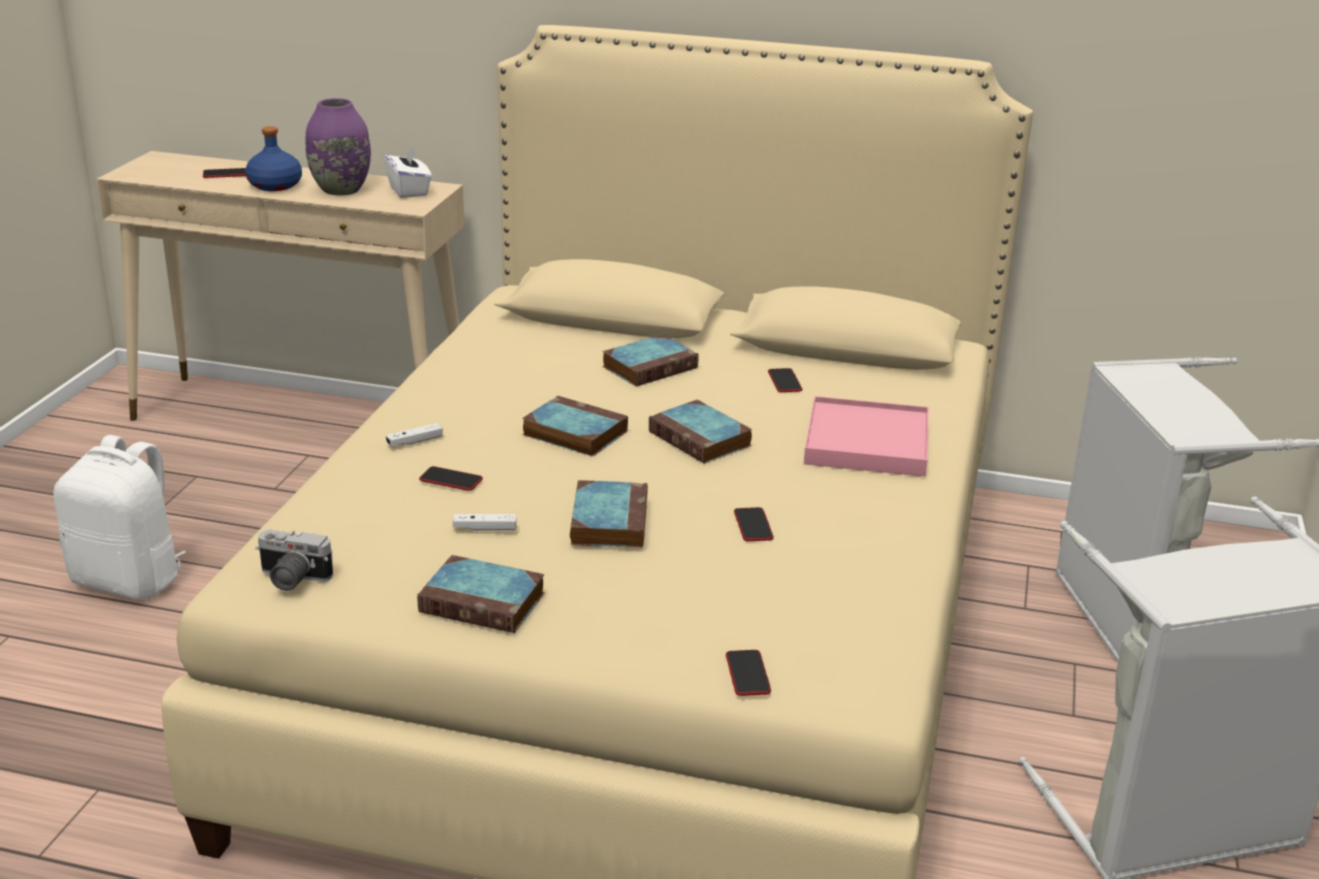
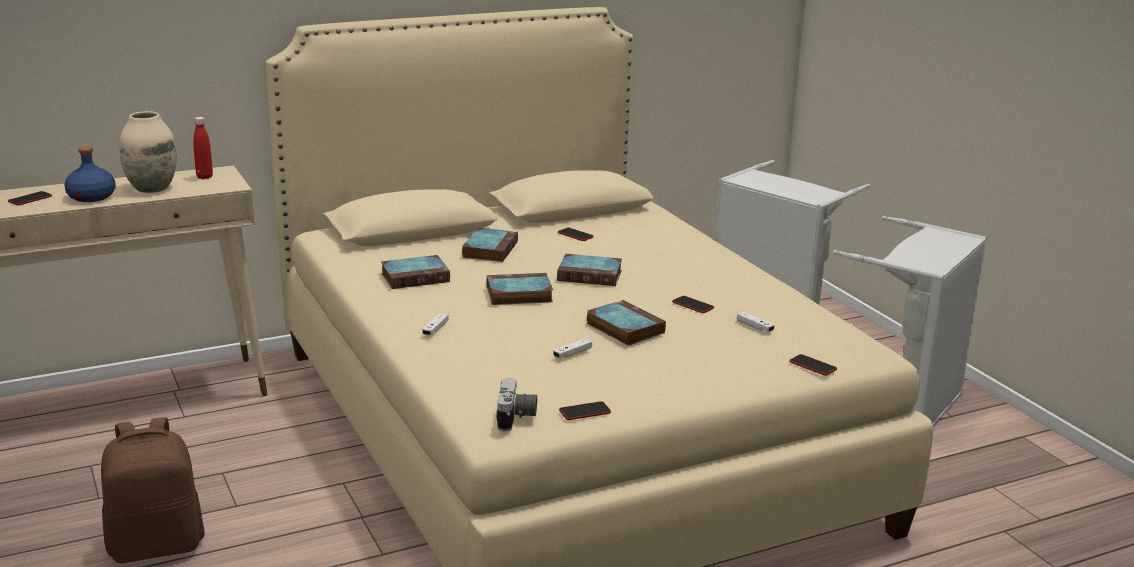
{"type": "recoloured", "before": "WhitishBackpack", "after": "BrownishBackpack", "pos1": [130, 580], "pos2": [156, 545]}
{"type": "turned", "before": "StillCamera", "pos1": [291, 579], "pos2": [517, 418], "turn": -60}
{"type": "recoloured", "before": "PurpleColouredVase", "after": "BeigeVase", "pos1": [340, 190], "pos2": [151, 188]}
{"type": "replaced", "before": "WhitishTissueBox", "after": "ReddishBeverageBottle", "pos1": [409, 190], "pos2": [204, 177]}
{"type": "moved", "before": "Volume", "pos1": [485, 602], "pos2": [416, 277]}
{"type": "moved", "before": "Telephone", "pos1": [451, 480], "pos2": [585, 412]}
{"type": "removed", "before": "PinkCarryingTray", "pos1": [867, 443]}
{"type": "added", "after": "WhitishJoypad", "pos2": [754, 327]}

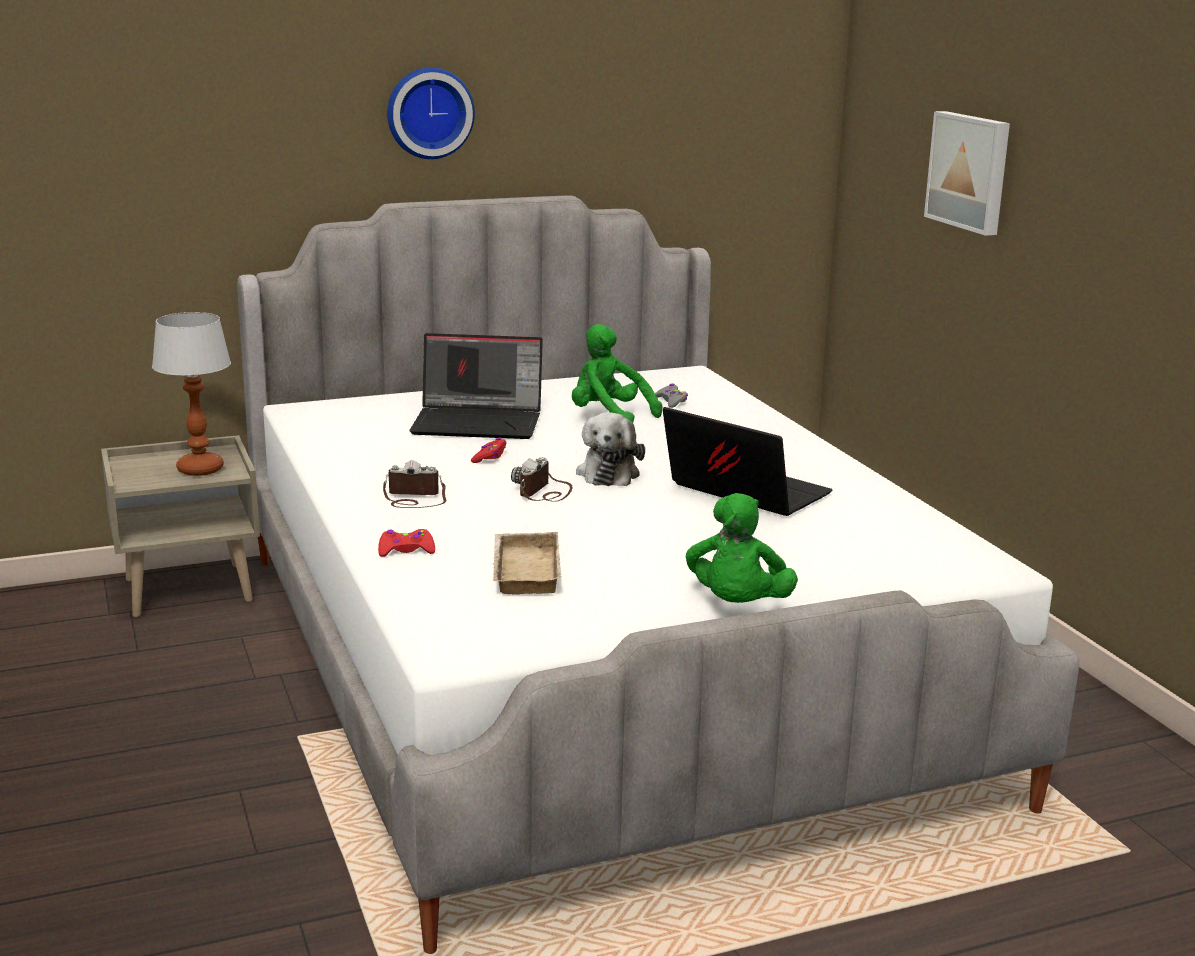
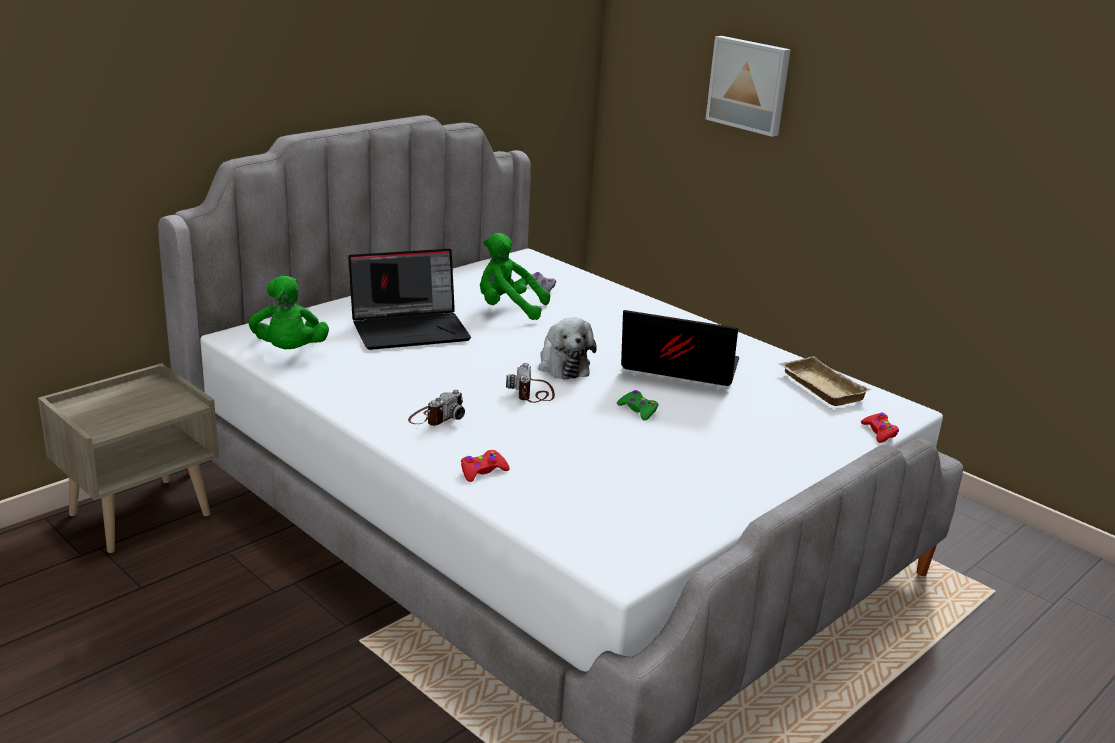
{"type": "removed", "before": "LampForATable", "pos1": [199, 469]}
{"type": "turned", "before": "StillCamera", "pos1": [414, 499], "pos2": [436, 417], "turn": 150}
{"type": "removed", "before": "HangingClock", "pos1": [429, 112]}
{"type": "moved", "before": "ReddishJoypad", "pos1": [489, 457], "pos2": [879, 432]}
{"type": "moved", "before": "BeigeCarryingTray", "pos1": [523, 570], "pos2": [819, 387]}
{"type": "moved", "before": "GreenishSoftToy", "pos1": [737, 606], "pos2": [289, 352]}
{"type": "added", "after": "GreenishJoypad", "pos2": [638, 410]}

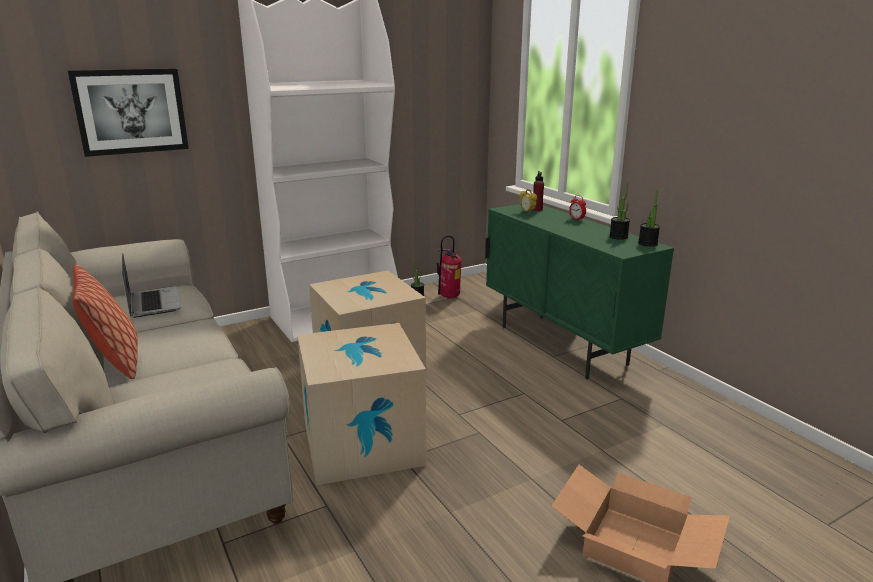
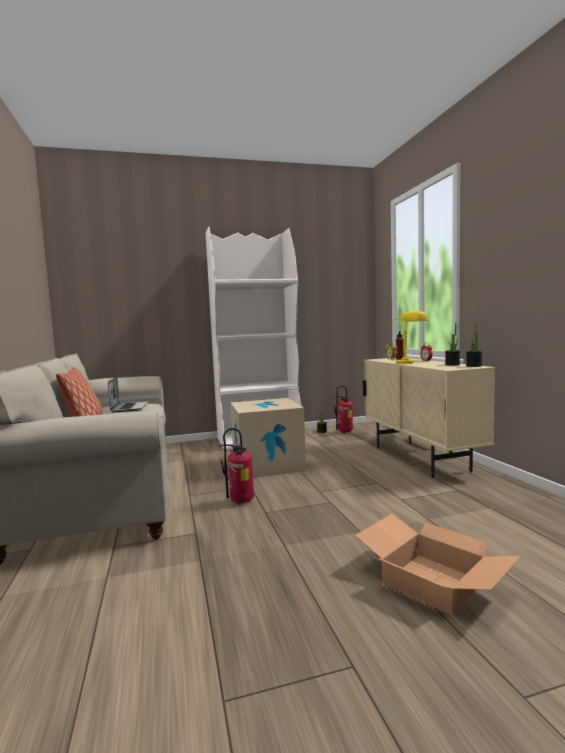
{"type": "removed", "before": "Picture", "pos1": [131, 111]}
{"type": "replaced", "before": "Carton", "after": "FireFightingCylinder", "pos1": [362, 443], "pos2": [241, 502]}
{"type": "recoloured", "before": "GreenishCupboard", "after": "BeigeCupboard", "pos1": [562, 345], "pos2": [420, 459]}
{"type": "added", "after": "YellowLampForATable", "pos2": [410, 362]}

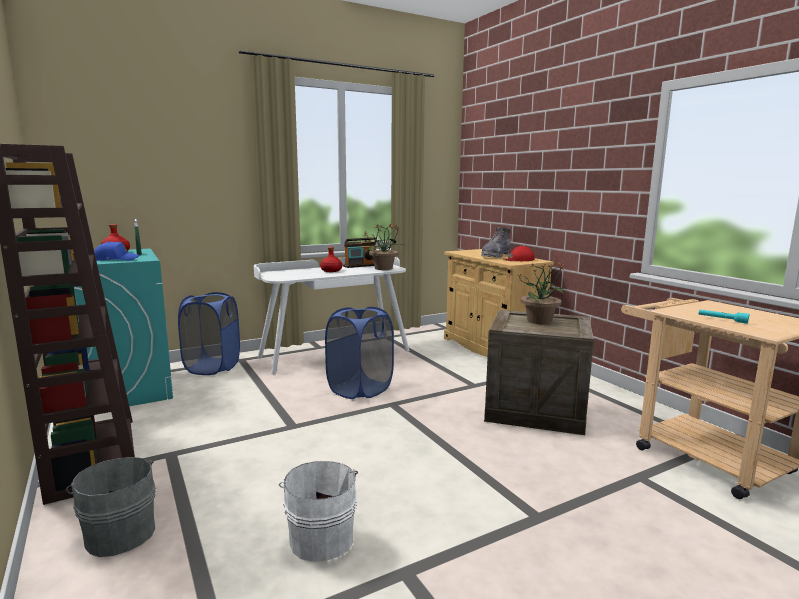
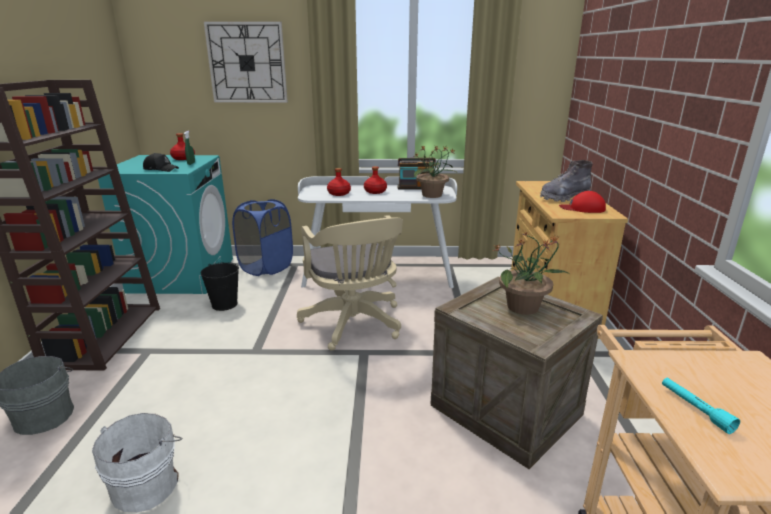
{"type": "recoloured", "before": "BluishCap", "after": "BlackColouredCap", "pos1": [115, 259], "pos2": [161, 169]}
{"type": "replaced", "before": "BluishWashingBasket", "after": "BeigeDeskChair", "pos1": [360, 389], "pos2": [354, 325]}
{"type": "added", "after": "BlackColouredWaterBucket", "pos2": [224, 304]}
{"type": "added", "after": "HangingClock", "pos2": [247, 63]}
{"type": "added", "after": "ReddishBeverageBottle", "pos2": [339, 193]}

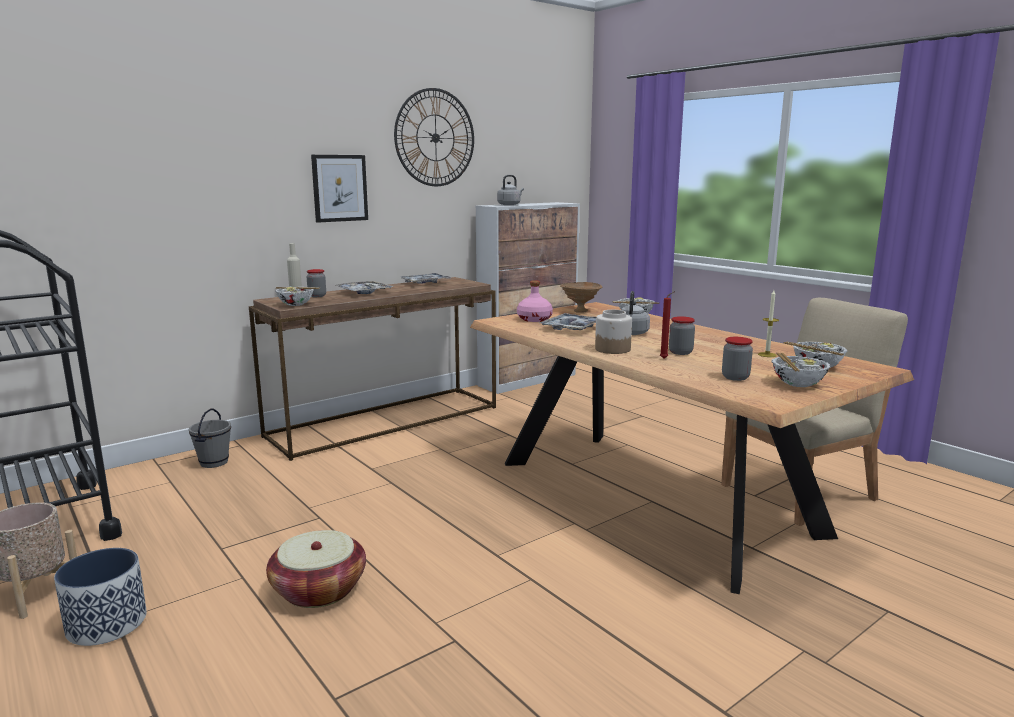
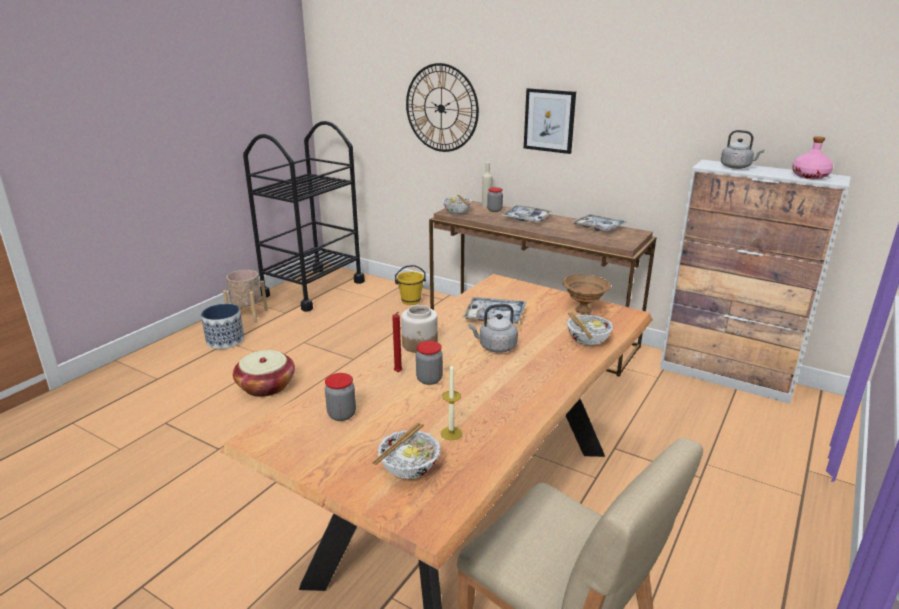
{"type": "recoloured", "before": "GreyishWaterBucket", "after": "YellowWaterBucket", "pos1": [213, 462], "pos2": [411, 301]}
{"type": "moved", "before": "HangingClock", "pos1": [435, 138], "pos2": [441, 108]}
{"type": "moved", "before": "PinkBeverageBottle", "pos1": [535, 319], "pos2": [810, 176]}
{"type": "removed", "before": "Bowl", "pos1": [797, 384]}

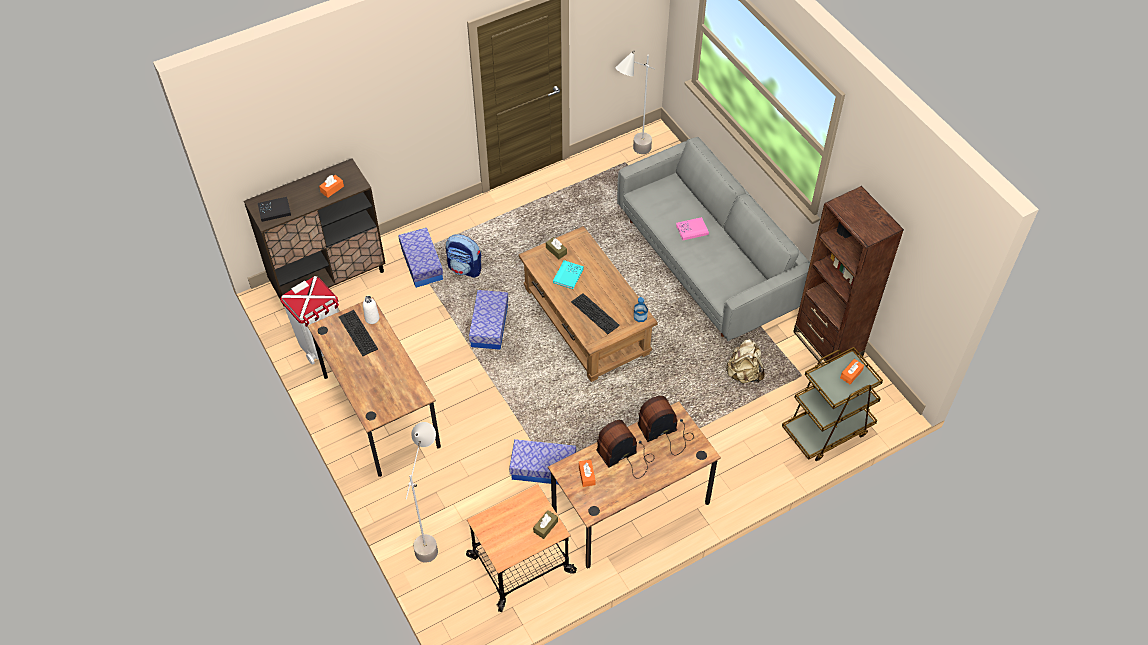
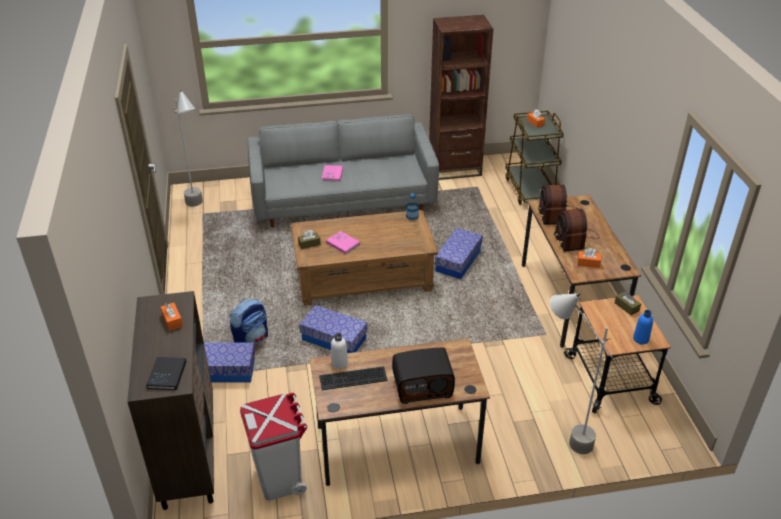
{"type": "moved", "before": "StorageContainer", "pos1": [543, 468], "pos2": [458, 261]}
{"type": "recoloured", "before": "TurquoiseVolume", "after": "PinkVolume", "pos1": [568, 275], "pos2": [343, 243]}
{"type": "removed", "before": "ComputerKeyboard", "pos1": [596, 313]}
{"type": "removed", "before": "BeigeBackpack", "pos1": [744, 373]}
{"type": "added", "after": "RadioReceiver", "pos2": [422, 386]}
{"type": "added", "after": "BluishBeverageBottle", "pos2": [640, 339]}

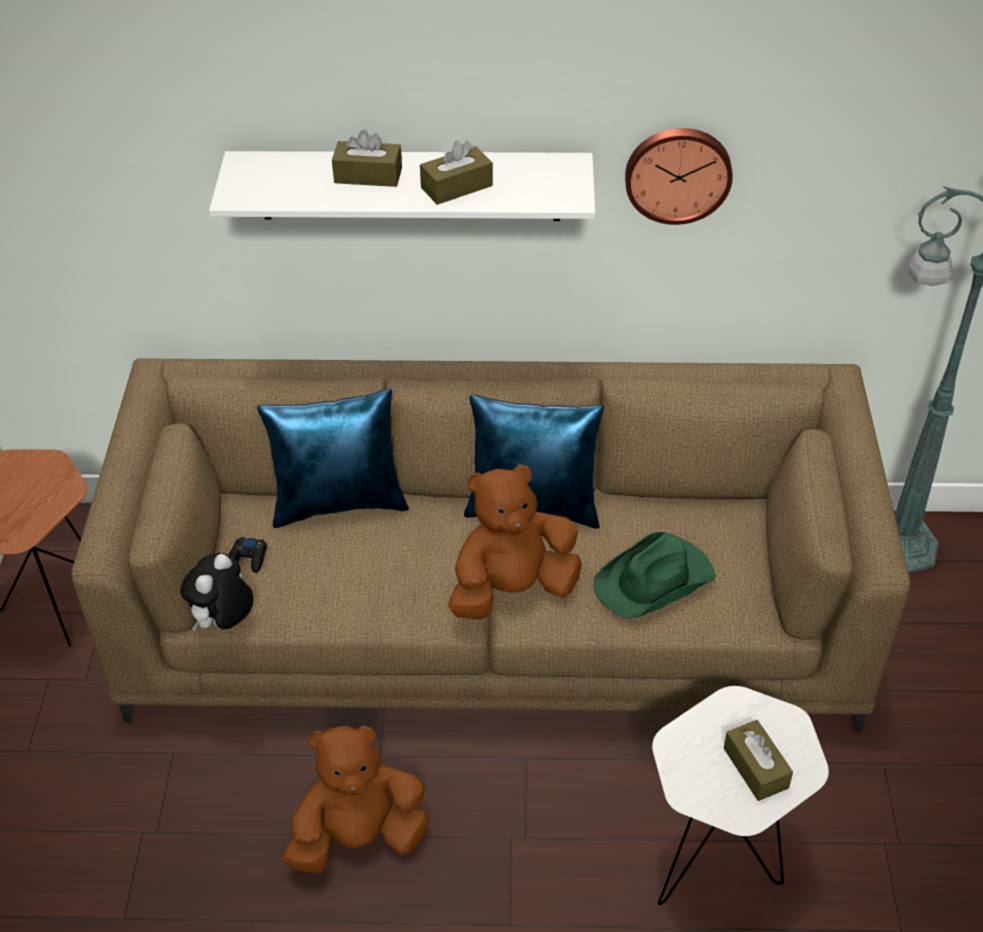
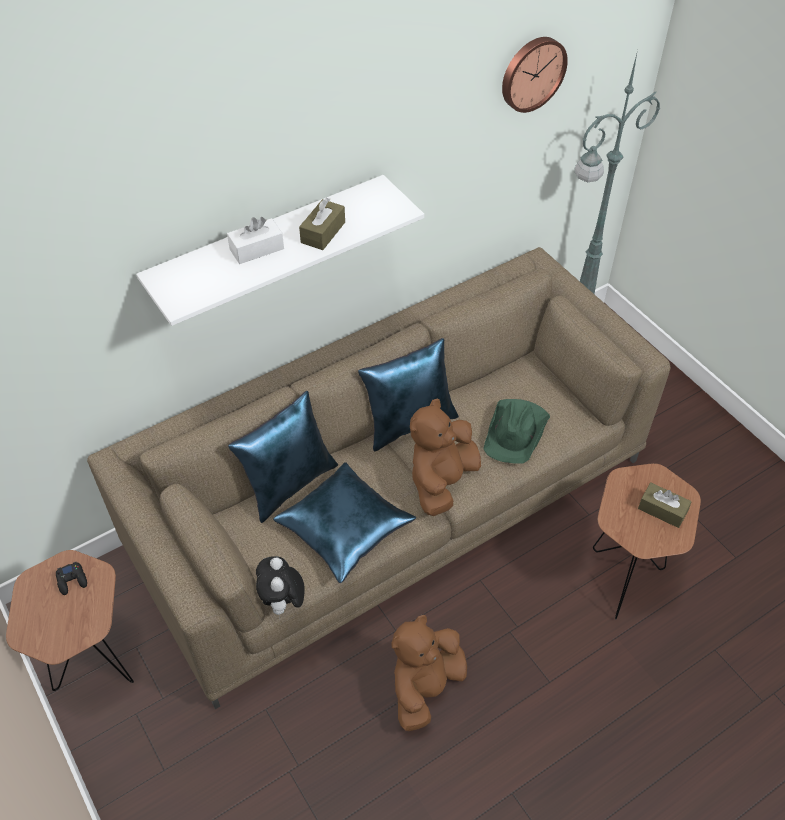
{"type": "moved", "before": "BlackColouredJoypad", "pos1": [248, 558], "pos2": [72, 580]}
{"type": "recoloured", "before": "BrownishTissueBox", "after": "WhitishTissueBox", "pos1": [368, 175], "pos2": [256, 249]}
{"type": "moved", "before": "HangingClock", "pos1": [678, 173], "pos2": [532, 73]}
{"type": "recoloured", "before": "WhitishAccentTable", "after": "BrownishAccentTable", "pos1": [718, 861], "pos2": [624, 576]}
{"type": "added", "after": "BluishCushion", "pos2": [345, 527]}

